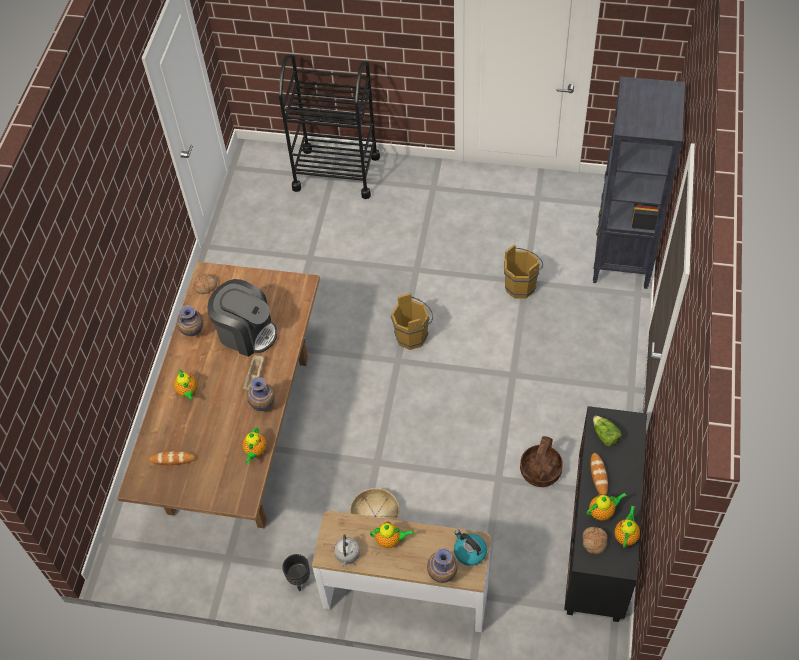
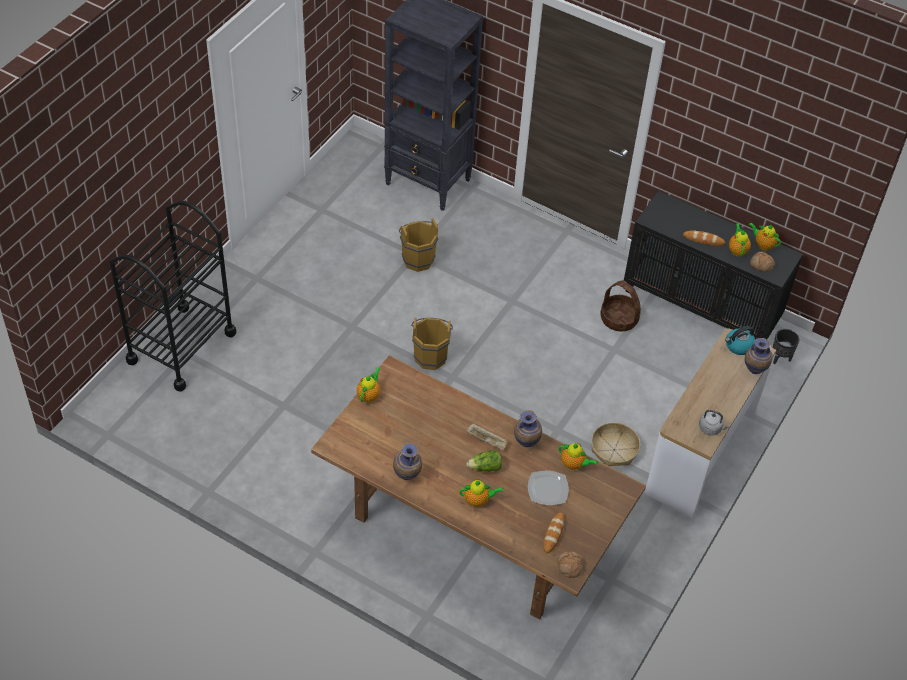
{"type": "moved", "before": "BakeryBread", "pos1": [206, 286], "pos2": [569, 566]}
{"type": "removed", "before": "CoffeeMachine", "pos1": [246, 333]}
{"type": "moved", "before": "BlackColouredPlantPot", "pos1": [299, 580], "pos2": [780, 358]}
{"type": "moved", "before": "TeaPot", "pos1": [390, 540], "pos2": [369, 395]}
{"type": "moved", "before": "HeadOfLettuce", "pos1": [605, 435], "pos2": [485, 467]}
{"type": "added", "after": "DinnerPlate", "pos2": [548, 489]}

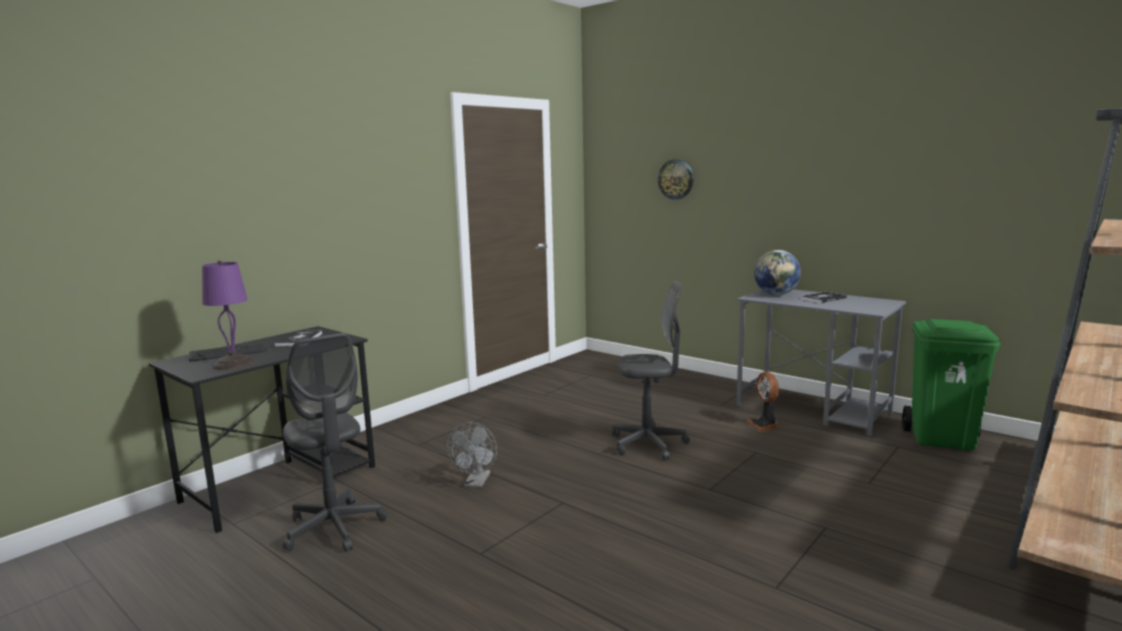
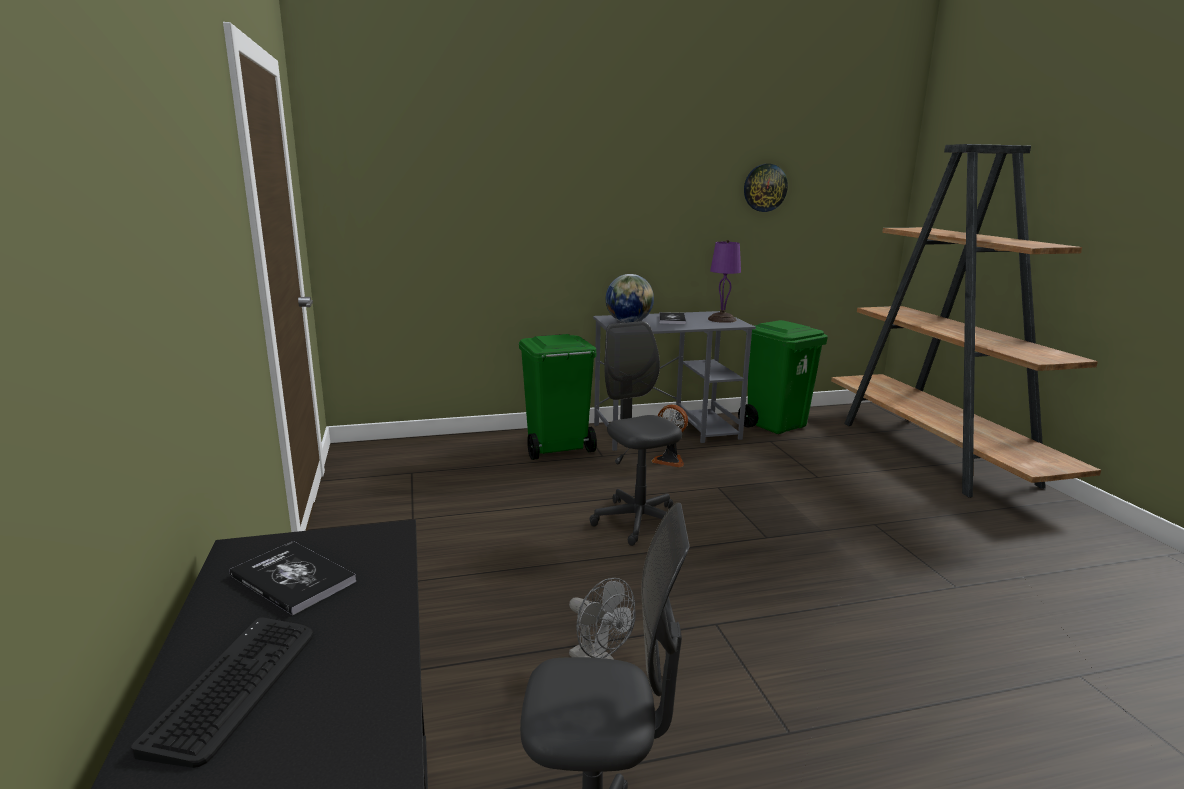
{"type": "moved", "before": "PurpleColouredLampForATable", "pos1": [233, 364], "pos2": [722, 319]}
{"type": "turned", "before": "GreyishDeskChair", "pos1": [648, 444], "pos2": [637, 521], "turn": -60}
{"type": "moved", "before": "HangingClock", "pos1": [676, 179], "pos2": [765, 187]}
{"type": "added", "after": "GreenishWasteBin", "pos2": [556, 449]}

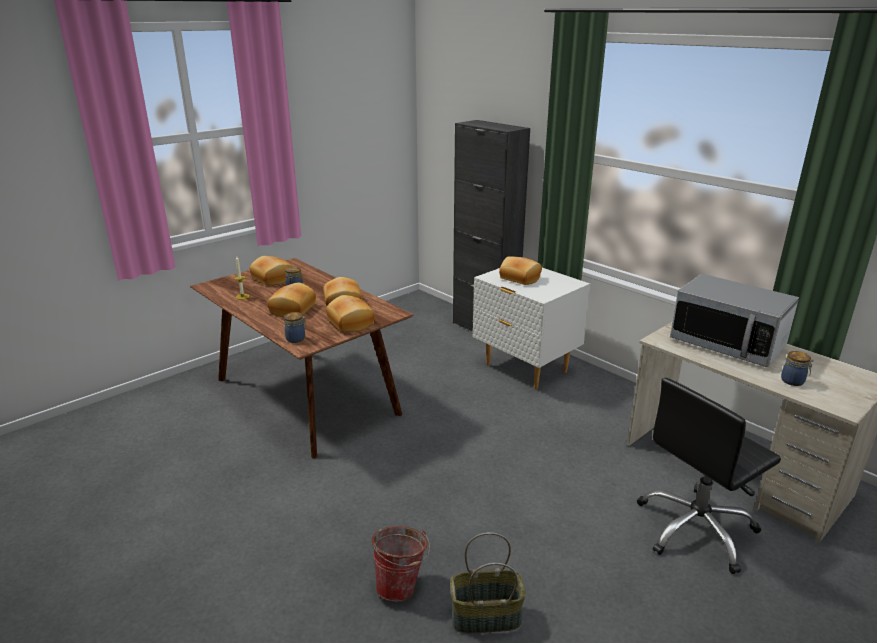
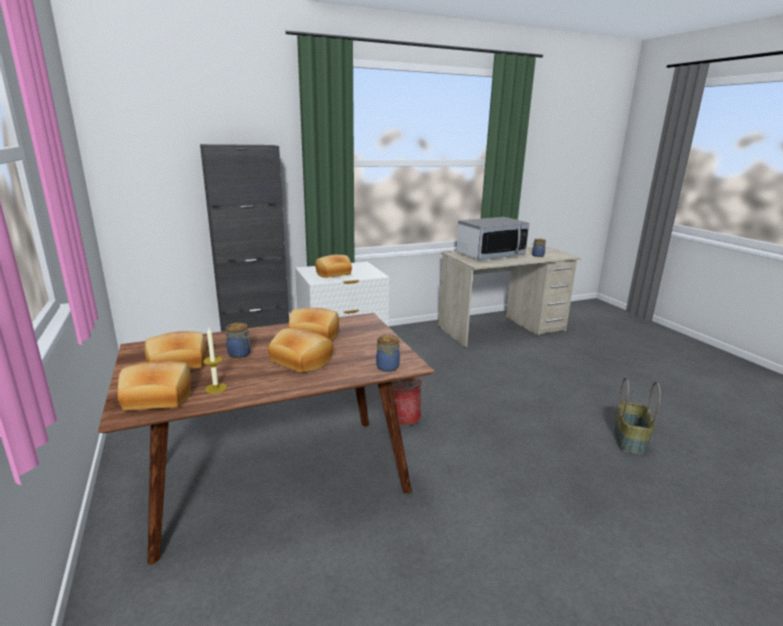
{"type": "moved", "before": "BakeryBread", "pos1": [349, 323], "pos2": [157, 398]}
{"type": "moved", "before": "WaterBucket", "pos1": [401, 585], "pos2": [403, 418]}
{"type": "removed", "before": "BlackColouredDeskChair", "pos1": [696, 529]}

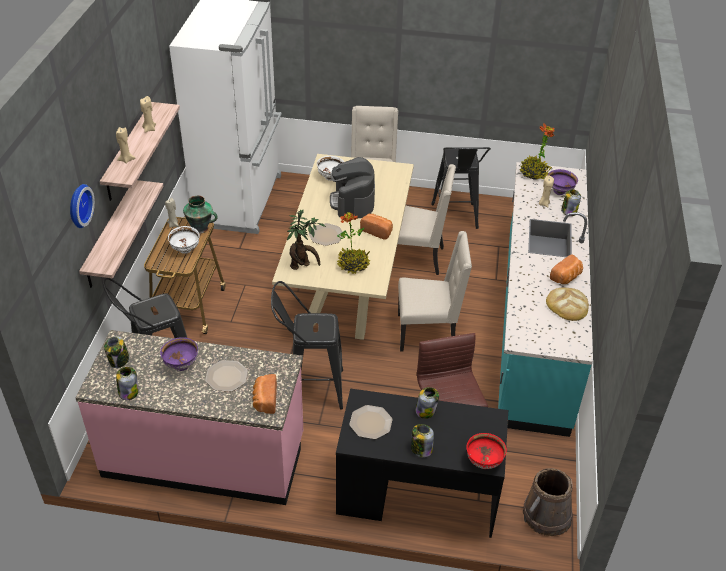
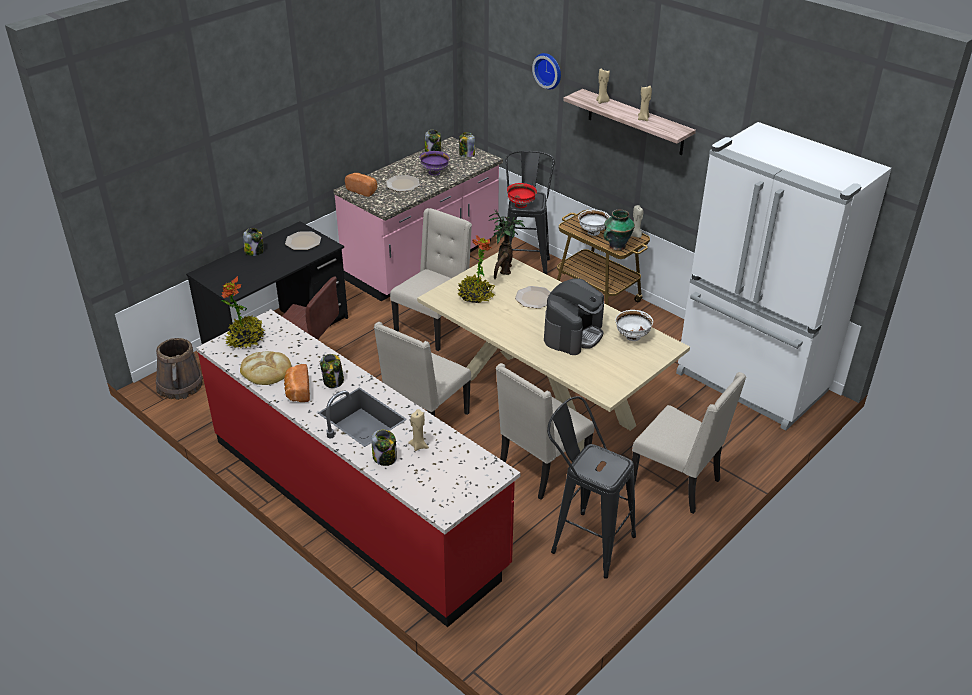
{"type": "removed", "before": "WallShelf", "pos1": [110, 235]}
{"type": "replaced", "before": "BlackColouredSittingStool", "after": "BeigeUprightChair", "pos1": [309, 388], "pos2": [434, 327]}
{"type": "turned", "before": "CoffeeMachine", "pos1": [352, 202], "pos2": [573, 333], "turn": 90}
{"type": "removed", "before": "BakeryBread", "pos1": [377, 231]}
{"type": "moved", "before": "PreserveJar", "pos1": [426, 411], "pos2": [333, 381]}
{"type": "moved", "before": "ReddishBowl", "pos1": [483, 462], "pos2": [521, 205]}
{"type": "recoloured", "before": "TurquoiseKitchenBaseUnit", "after": "ReddishKitchenBaseUnit", "pos1": [534, 325], "pos2": [356, 502]}
{"type": "moved", "before": "Houseplant", "pos1": [533, 174], "pos2": [245, 339]}
{"type": "removed", "before": "PurpleColouredBowl", "pos1": [560, 191]}

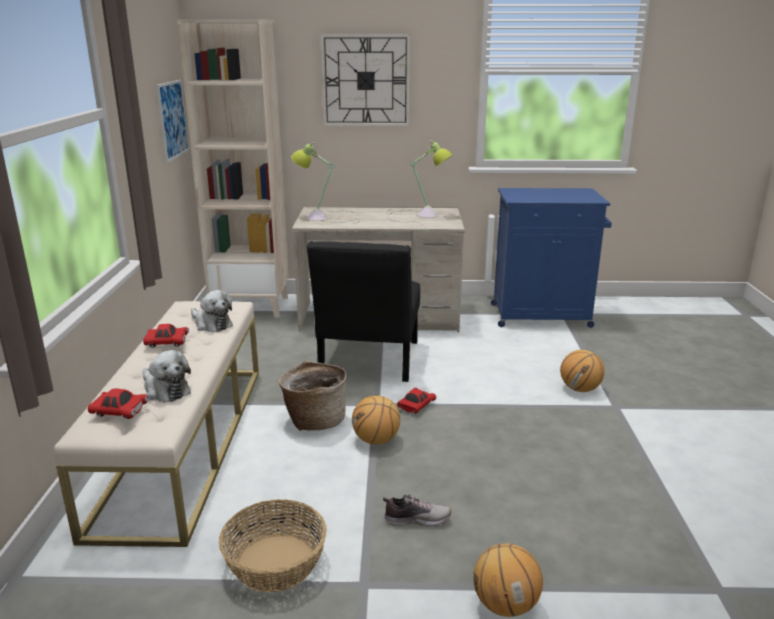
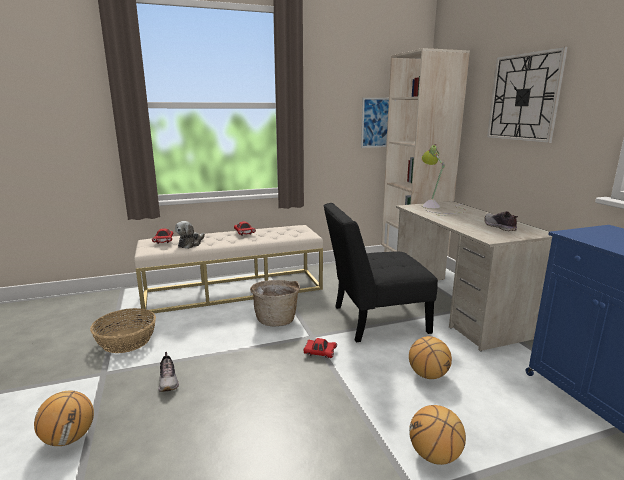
{"type": "removed", "before": "SoftToy", "pos1": [211, 324]}
{"type": "moved", "before": "BallForBasketball", "pos1": [376, 440], "pos2": [428, 375]}
{"type": "replaced", "before": "LampForATable", "after": "LowShoe", "pos1": [418, 215], "pos2": [499, 227]}

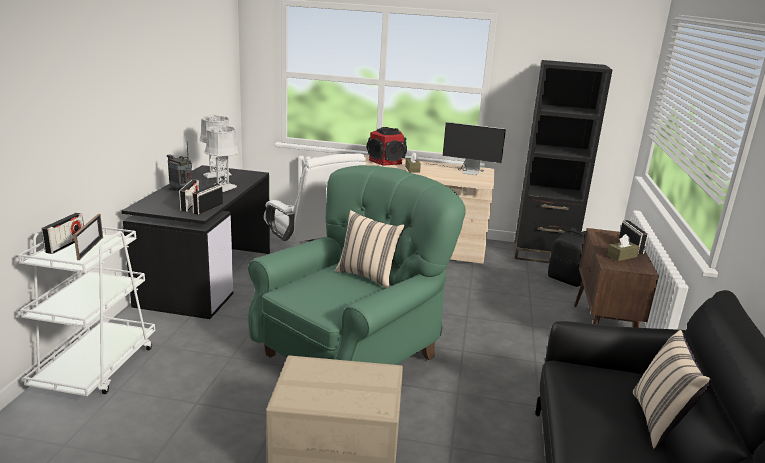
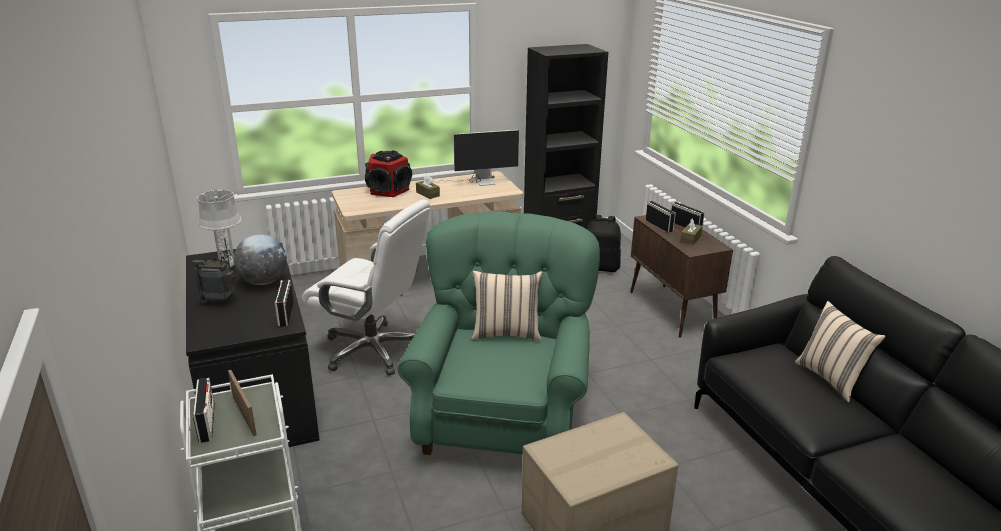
{"type": "moved", "before": "RadioReceiver", "pos1": [190, 205], "pos2": [659, 225]}
{"type": "replaced", "before": "GreyishLampForATable", "after": "DeskGlobe", "pos1": [223, 189], "pos2": [263, 282]}

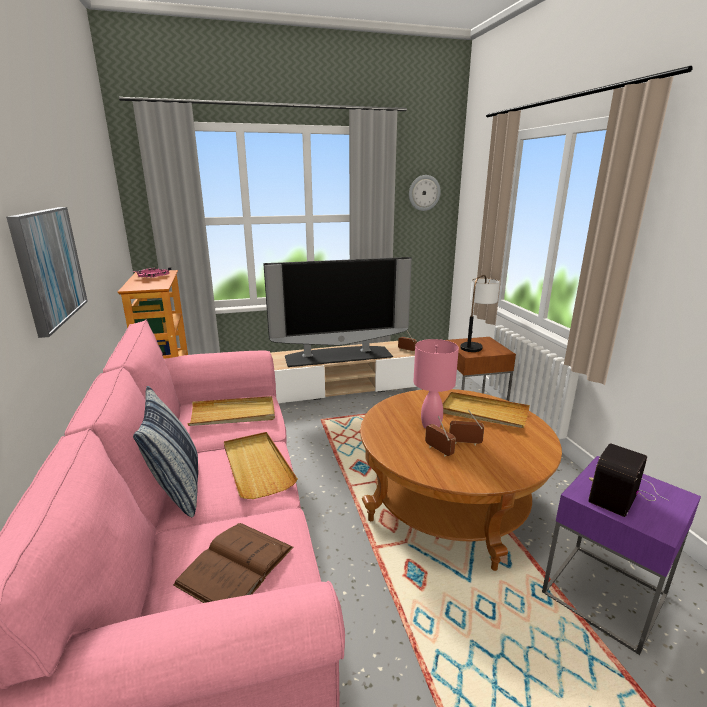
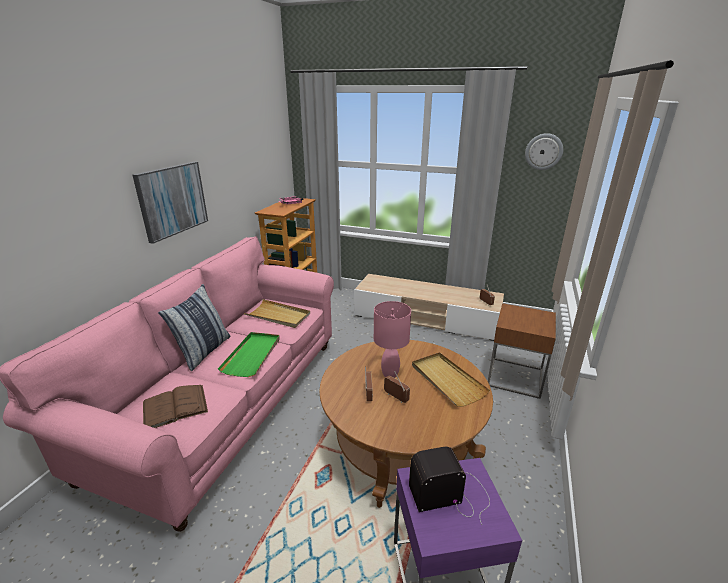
{"type": "recoloured", "before": "BeigeCarryingTray", "after": "GreenishCarryingTray", "pos1": [256, 466], "pos2": [252, 355]}
{"type": "removed", "before": "Television", "pos1": [338, 356]}
{"type": "removed", "before": "LampForATable", "pos1": [476, 345]}

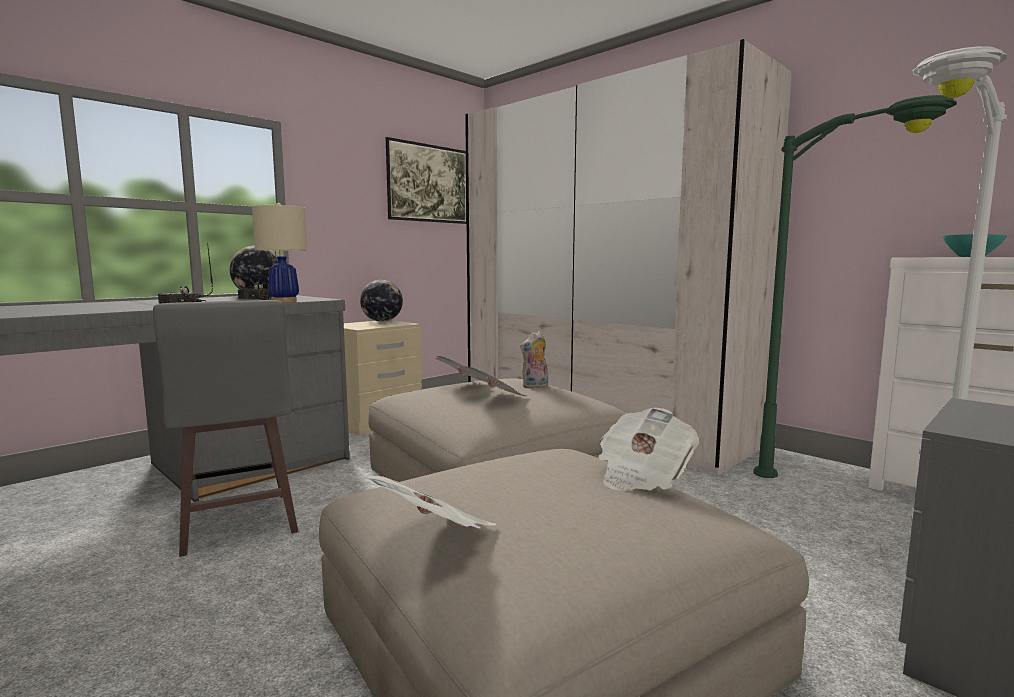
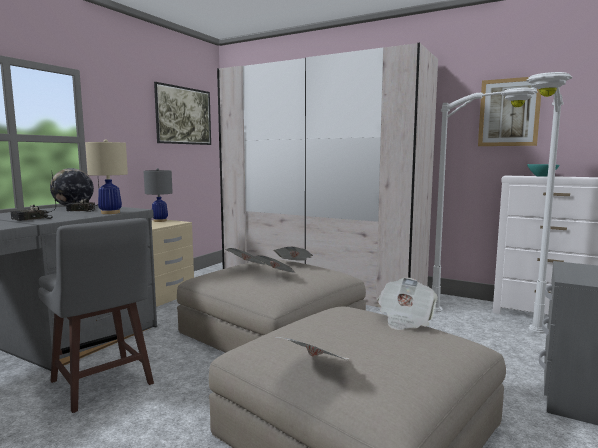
{"type": "replaced", "before": "DeskGlobe", "after": "GreyishLampForATable", "pos1": [382, 321], "pos2": [160, 221]}
{"type": "replaced", "before": "SoftToy", "after": "DailyPaper", "pos1": [535, 386], "pos2": [294, 264]}
{"type": "recoloured", "before": "GreenishFloorLamp", "after": "WhitishFloorLamp", "pos1": [842, 496], "pos2": [481, 319]}
{"type": "added", "after": "Picture", "pos2": [509, 112]}

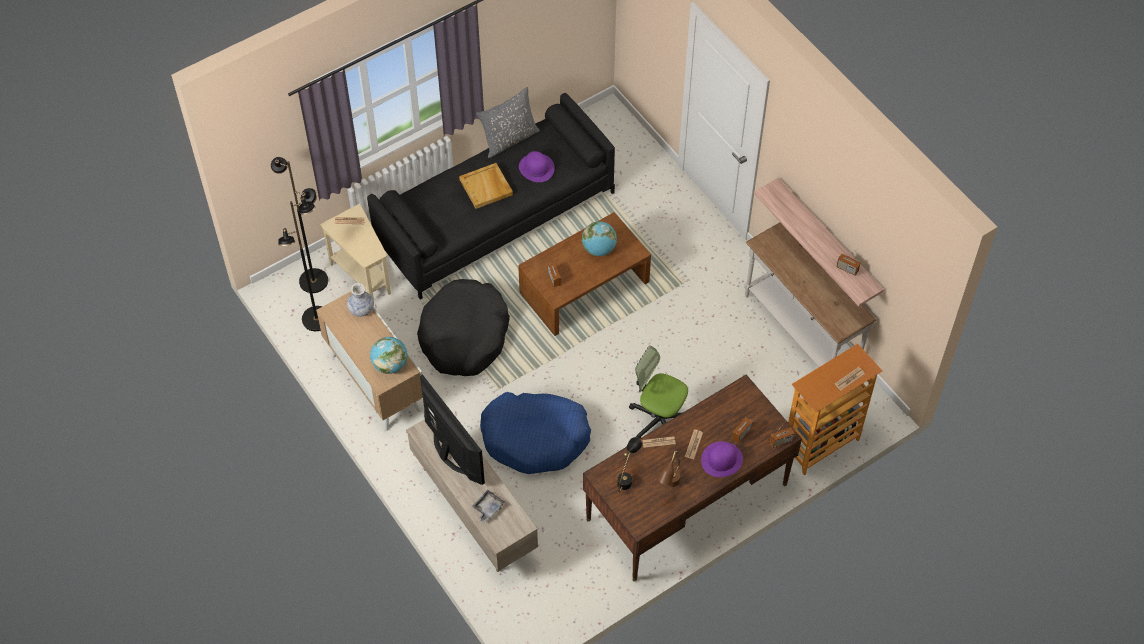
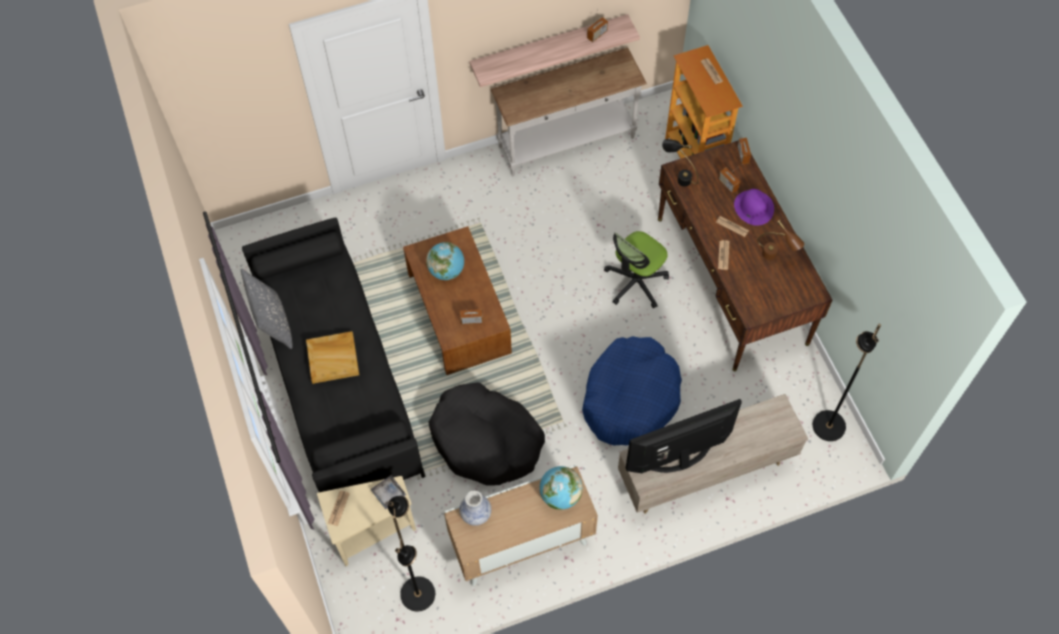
{"type": "moved", "before": "BlackColouredFloorLamp", "pos1": [313, 280], "pos2": [828, 426]}
{"type": "moved", "before": "GreyishCarryingTray", "pos1": [488, 508], "pos2": [390, 495]}
{"type": "removed", "before": "PurpleColouredClothingHat", "pos1": [536, 167]}
{"type": "moved", "before": "BlackColouredLampForATable", "pos1": [627, 477], "pos2": [678, 177]}

